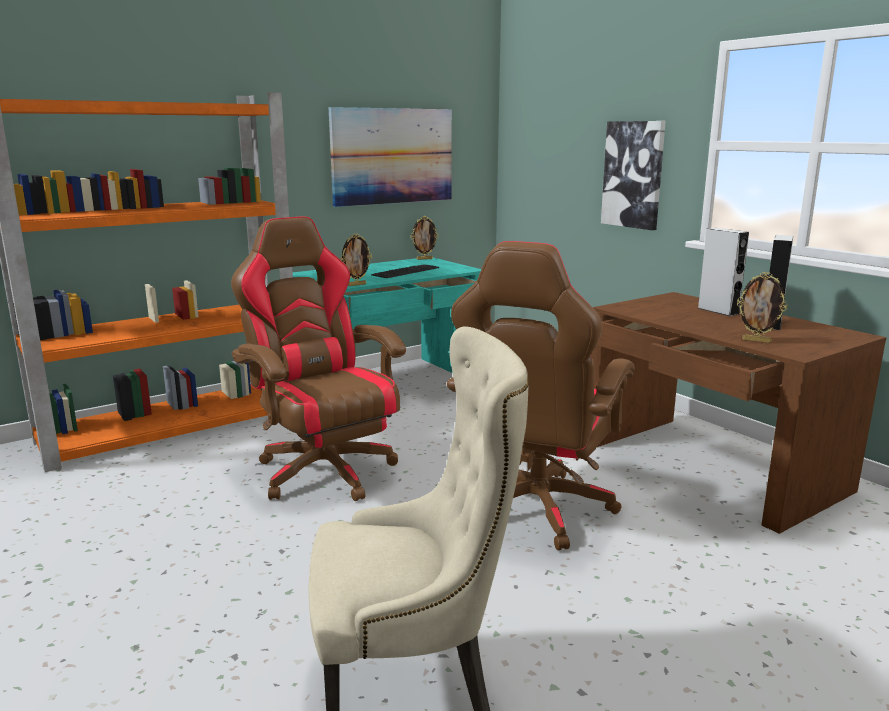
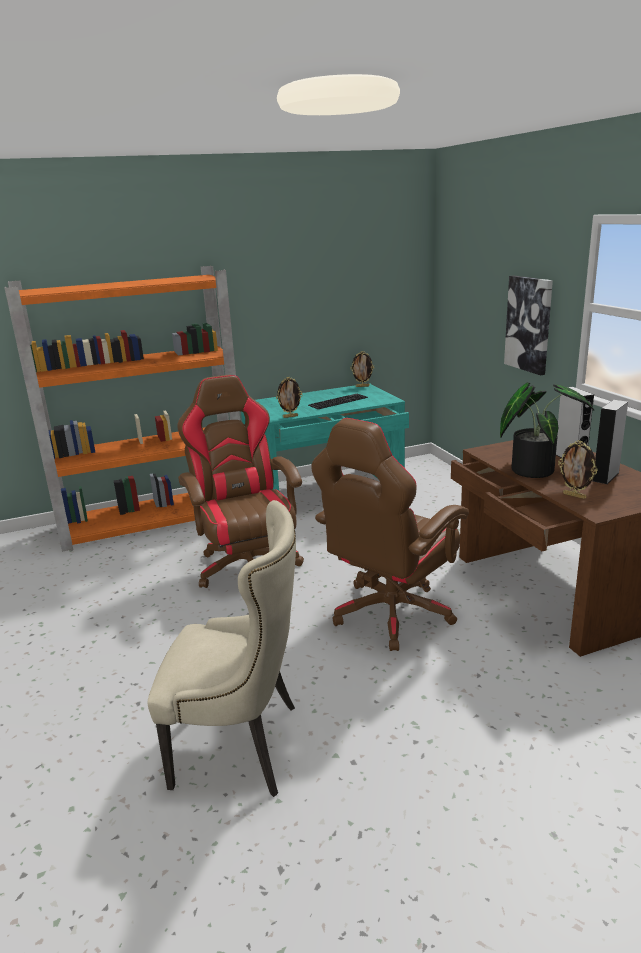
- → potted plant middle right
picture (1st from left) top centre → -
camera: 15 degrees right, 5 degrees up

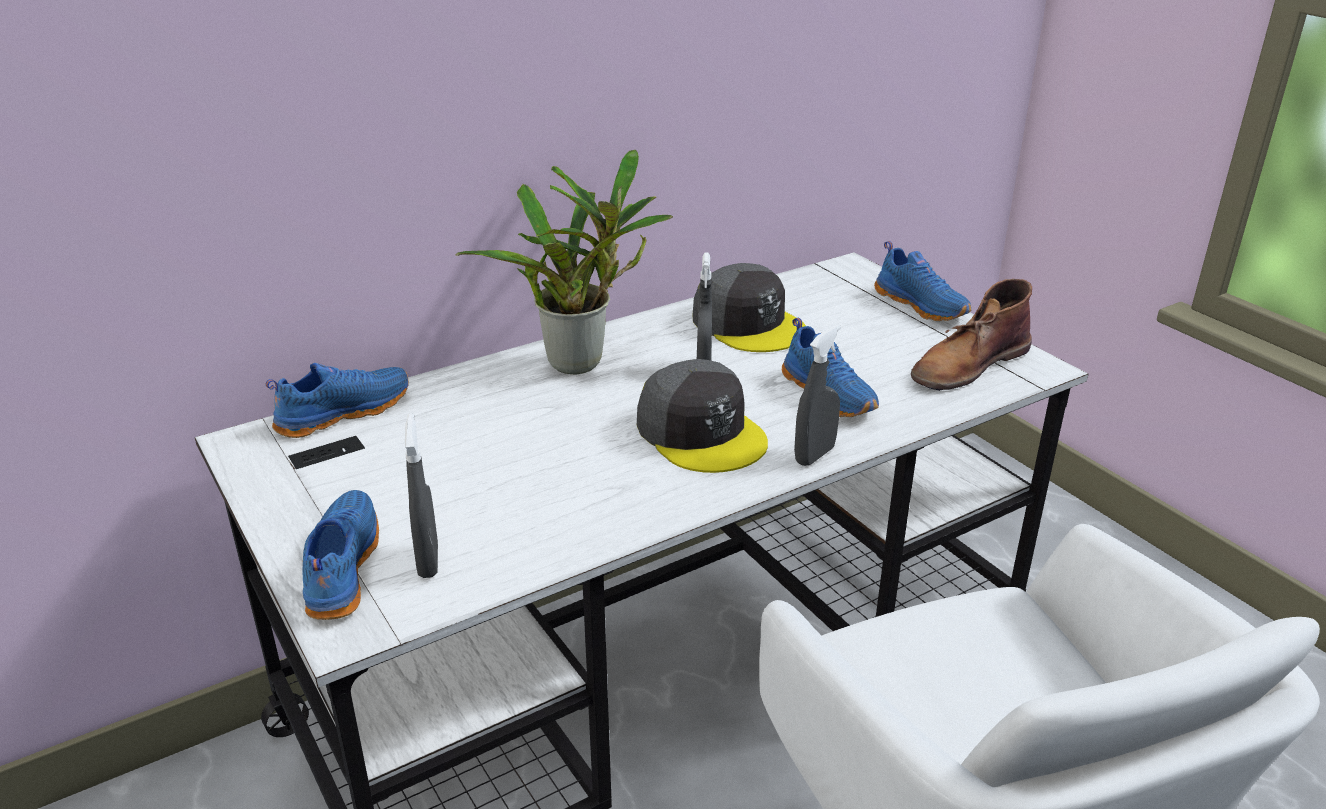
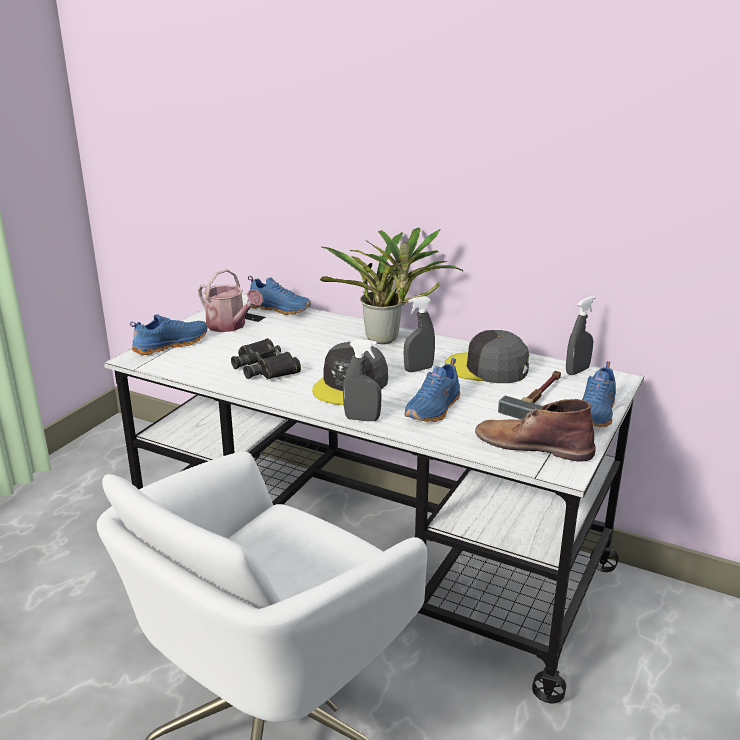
- → watering can middle left
- → black binoculars centre
grey cap (2nd from left) centre, 90 degrees clockwise
- → hammer middle right
grey spray bottle (1st from left in the first image) middle left → grey spray bottle (3rd from left) middle right, moved
camera: 60 degrees right, 5 degrees down

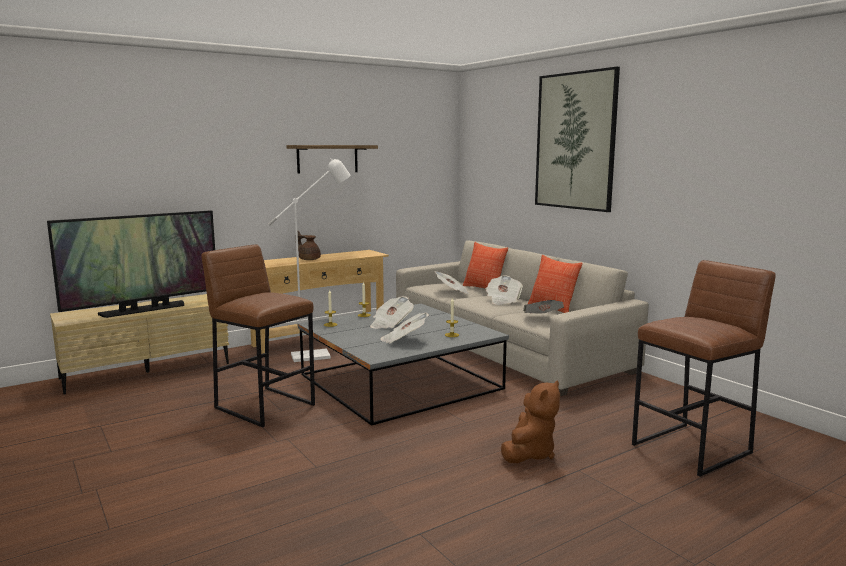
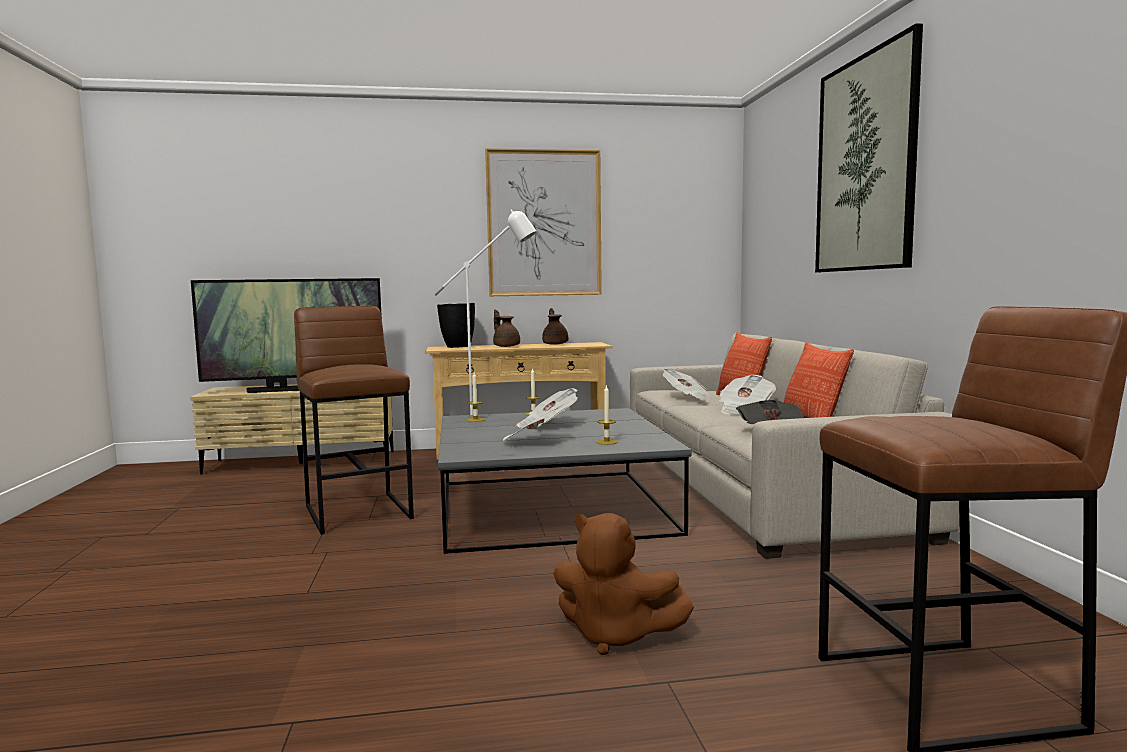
- → black vase centre
shelf top centre → picture (1st from left) top centre
- → brown teapot (2nd from left) centre
brown plush toy bottom centre, 60 degrees clockwise
camera: 25 degrees right, 5 degrees down

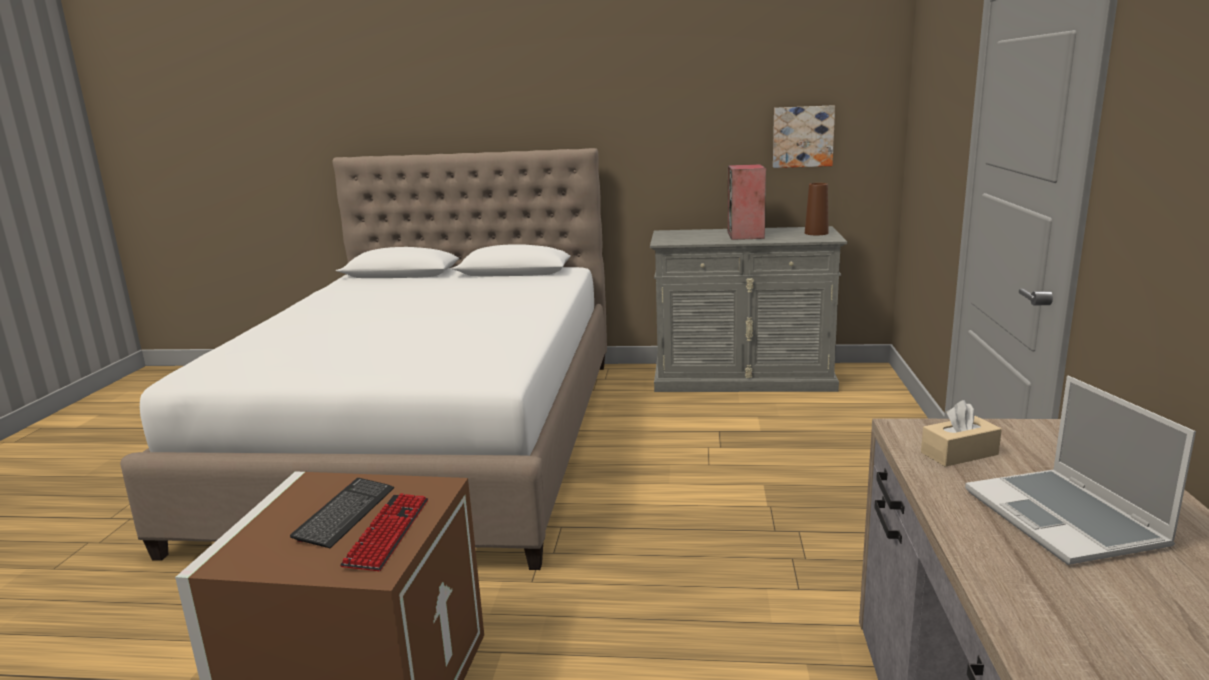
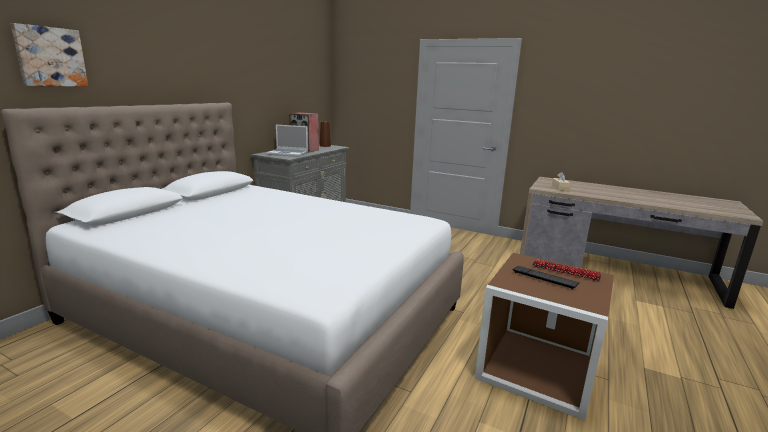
picture top centre → picture top left, moved
laptop bottom right → laptop top centre, moved
camera: 70 degrees left, 0 degrees up

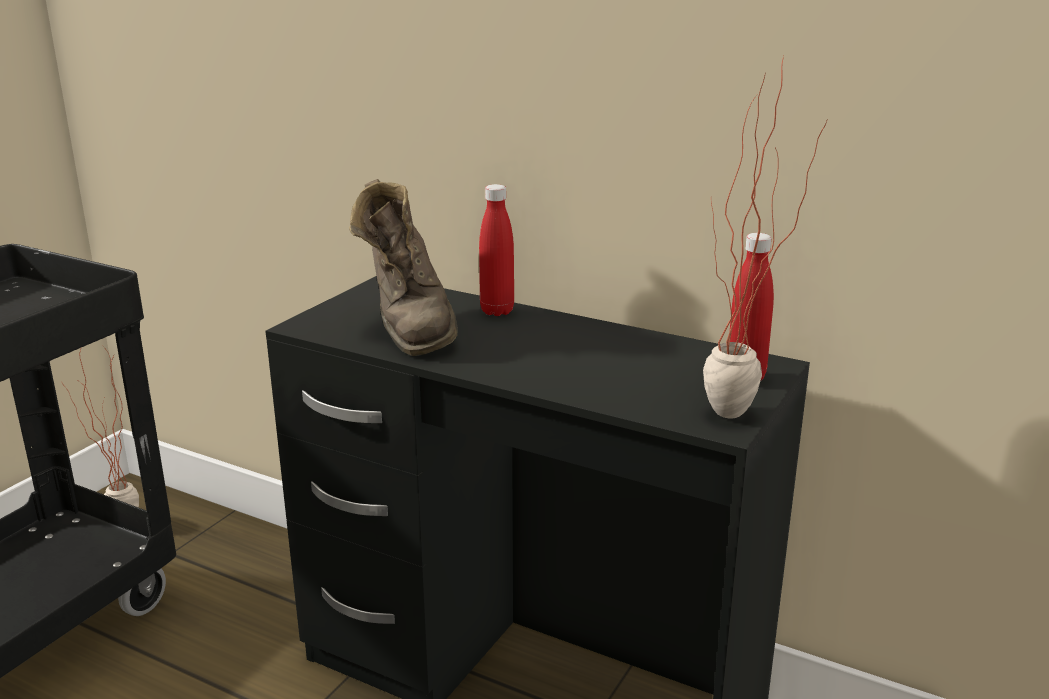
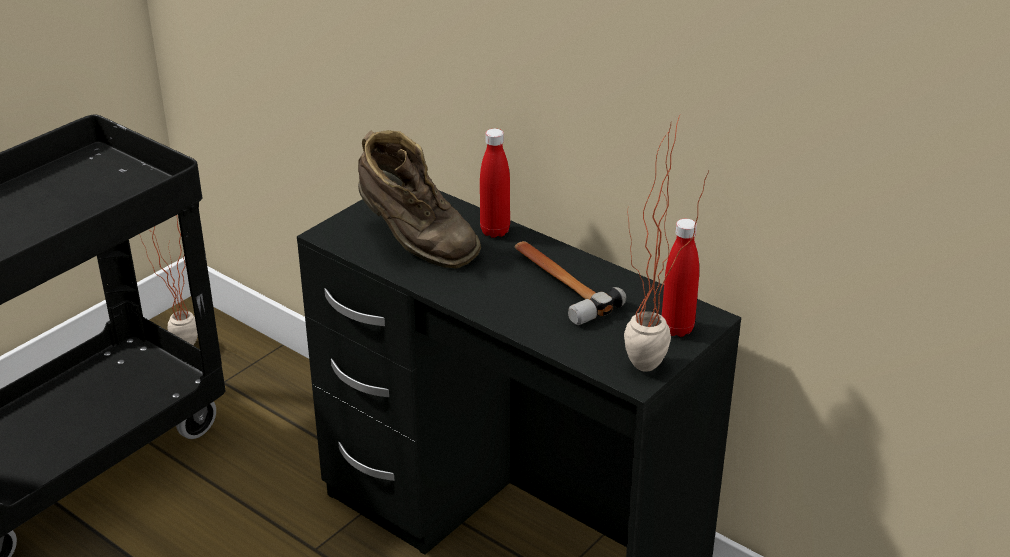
brown boot centre, 45 degrees counterclockwise
- → hammer centre
camera: 10 degrees right, 10 degrees up

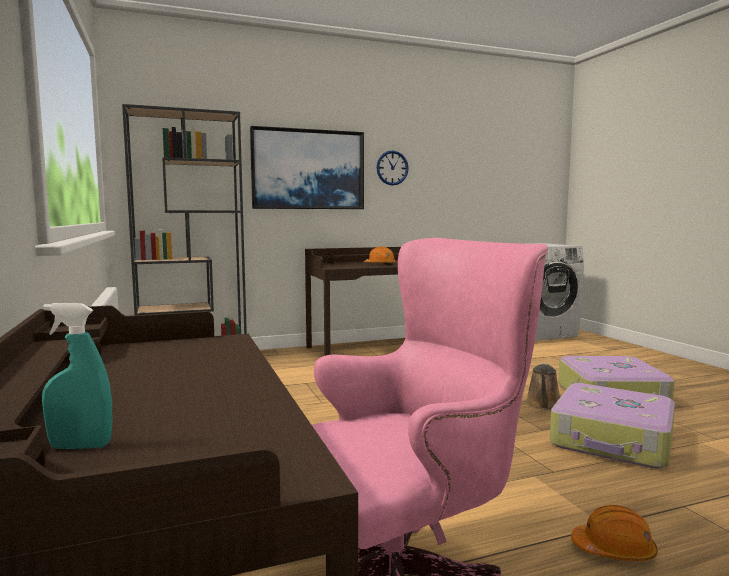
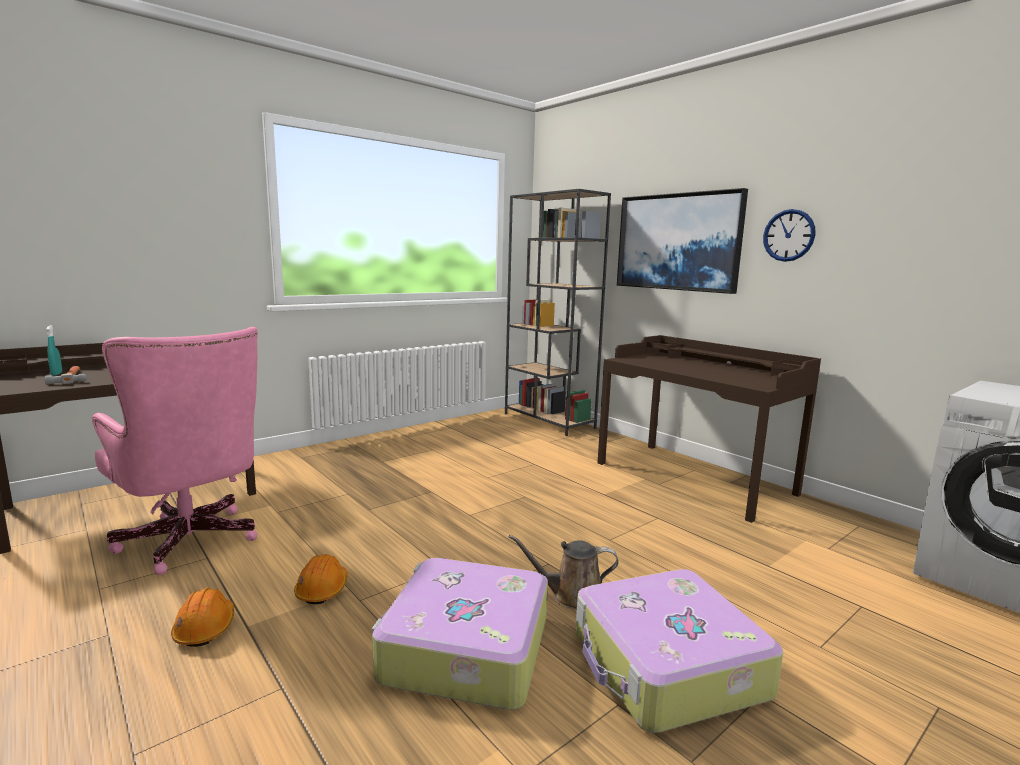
- → hammer middle left
orange hard hat (1st from left in the first image) centre → orange hard hat (2nd from left) bottom left, moved
camera: 70 degrees right, 5 degrees up

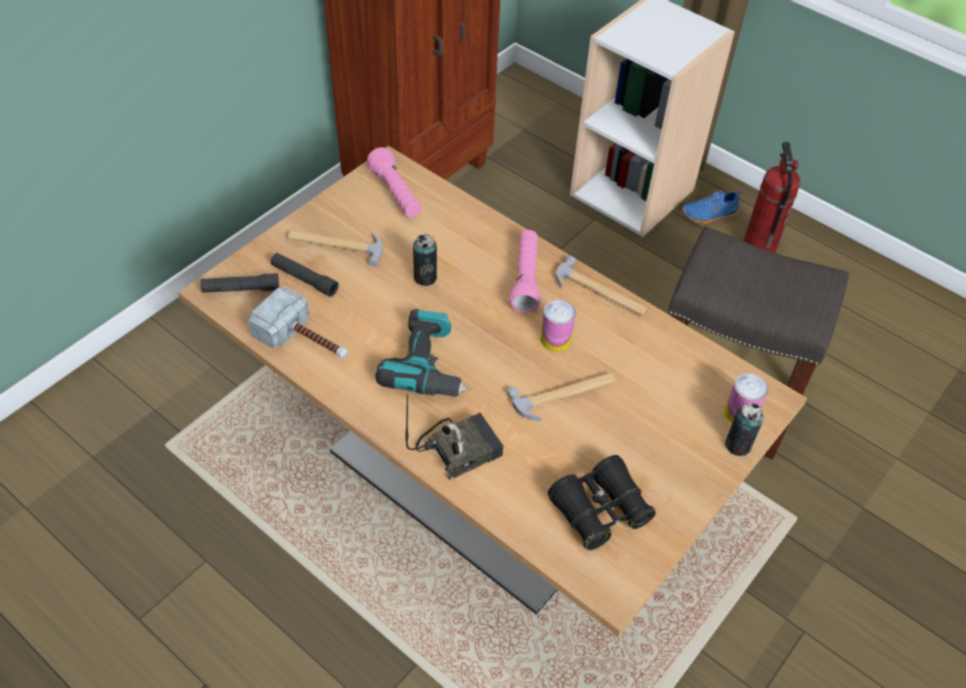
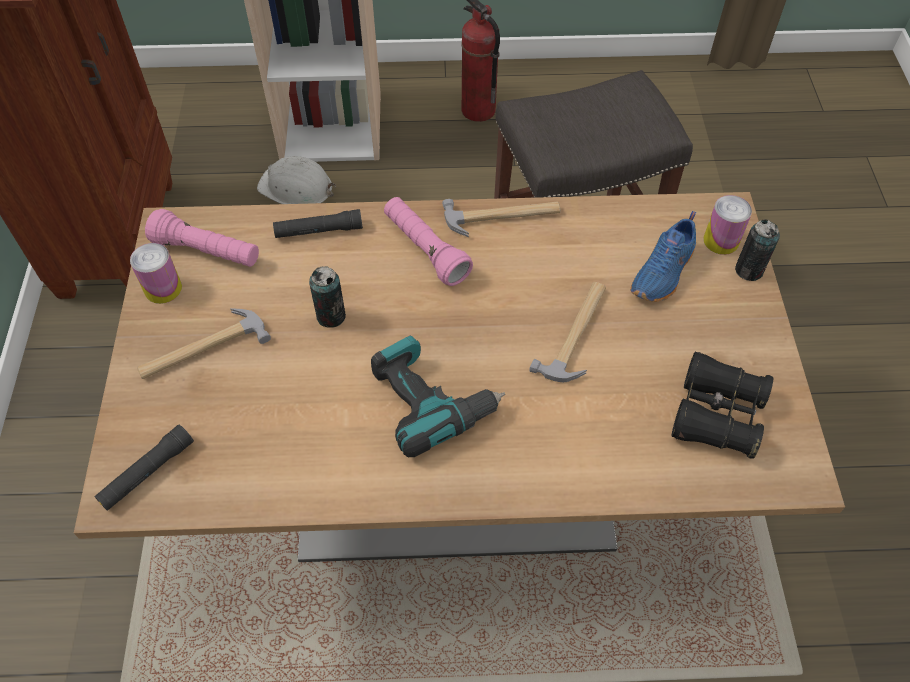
can (2nd from left in the first image) centre → can (1st from left) middle left, moved
- → white hard hat top left
black flashlight (2nd from left) middle left → black flashlight (2nd from left) top centre, moved
blue shoe top right → blue shoe middle right, moved
hammer (1st from left) middle left → -
radio centre → -
camera: 40 degrees left, 5 degrees up

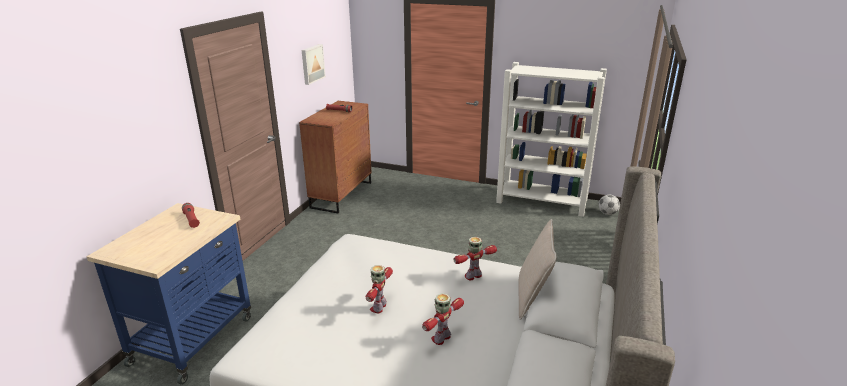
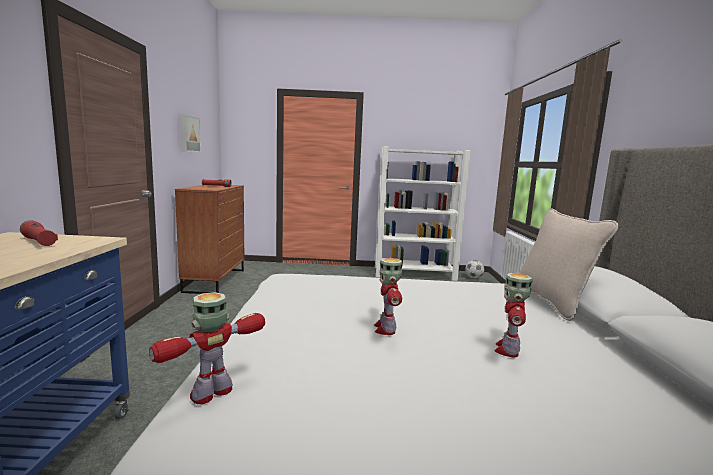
toy robot (3rd from left in the first image) bottom centre → toy robot (1st from left) bottom left, moved
camera: 20 degrees left, 15 degrees down

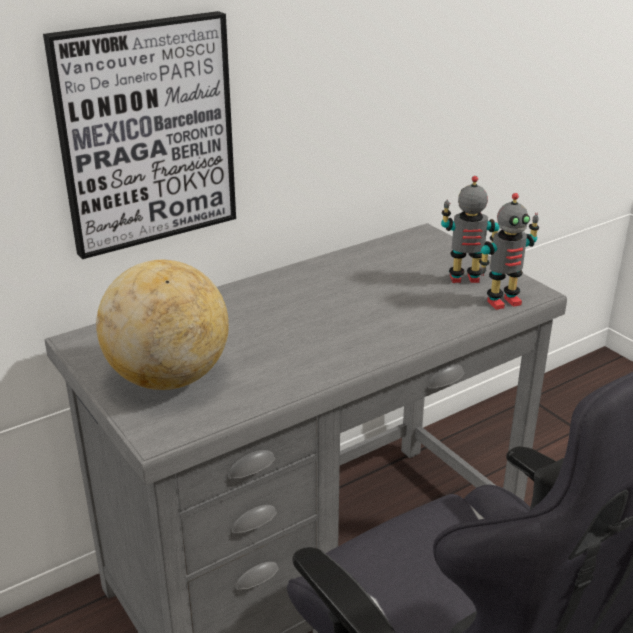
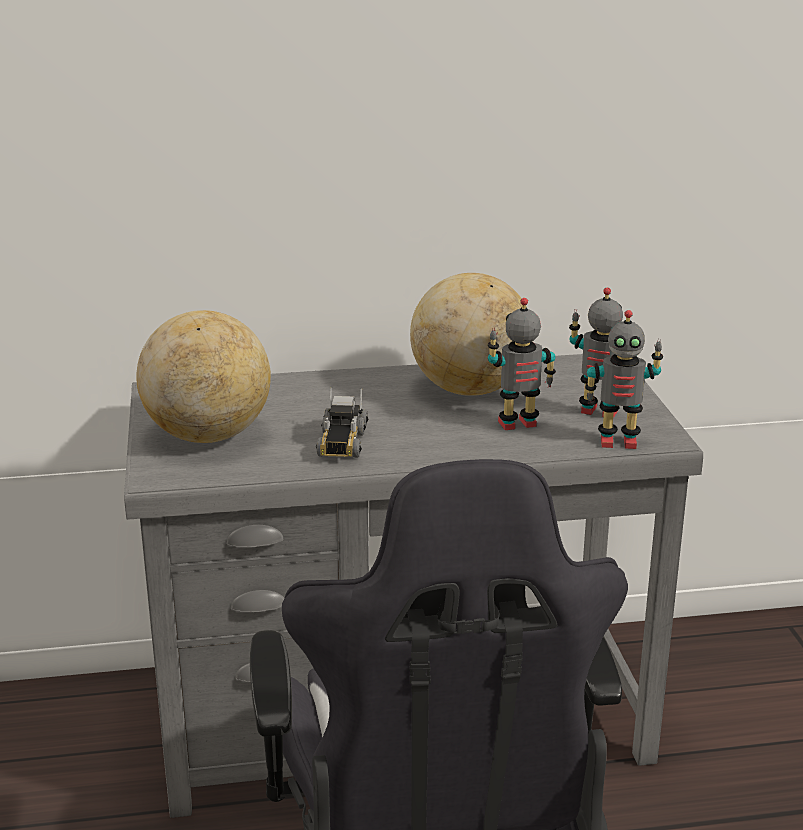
- → toy truck centre
- → globe (2nd from left) centre
- → toy robot (1st from left) centre
picture top left → -
camera: 25 degrees right, 5 degrees down

